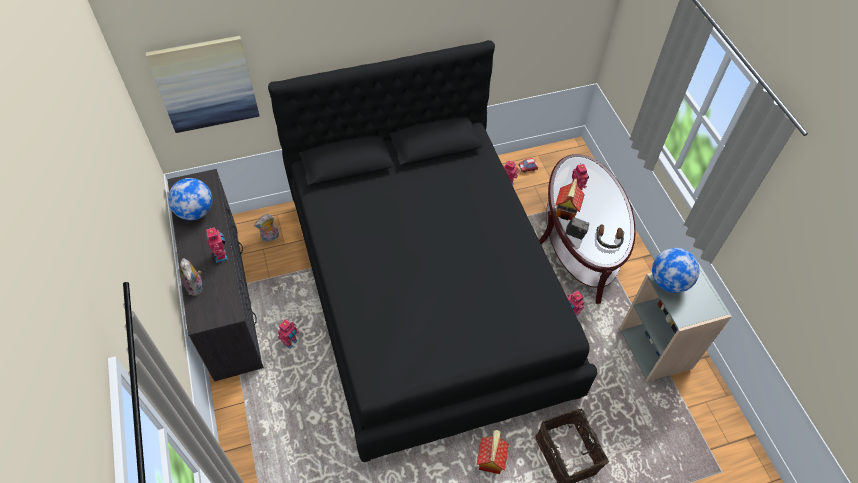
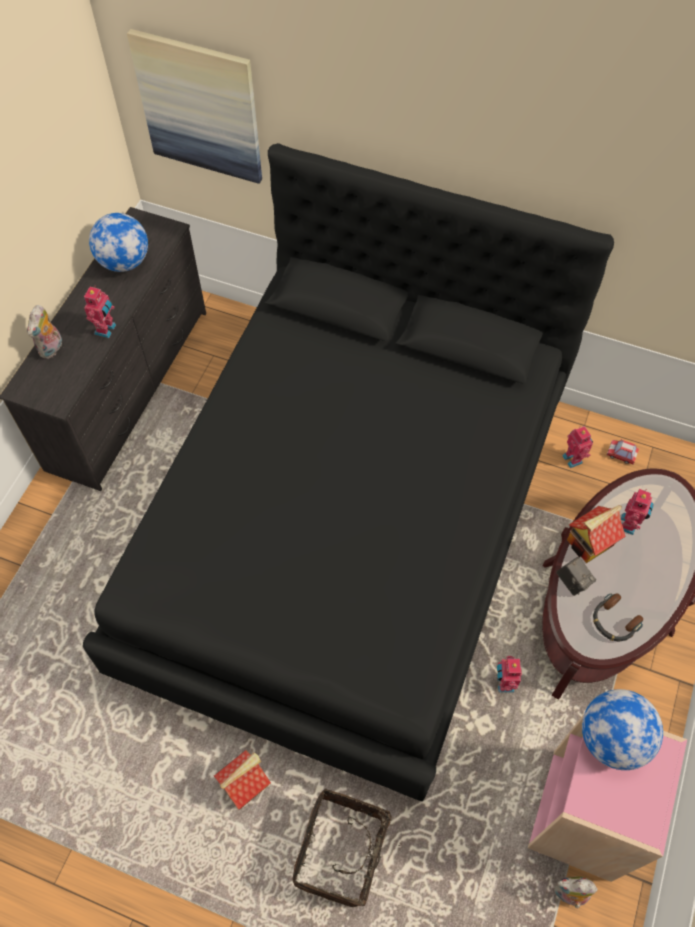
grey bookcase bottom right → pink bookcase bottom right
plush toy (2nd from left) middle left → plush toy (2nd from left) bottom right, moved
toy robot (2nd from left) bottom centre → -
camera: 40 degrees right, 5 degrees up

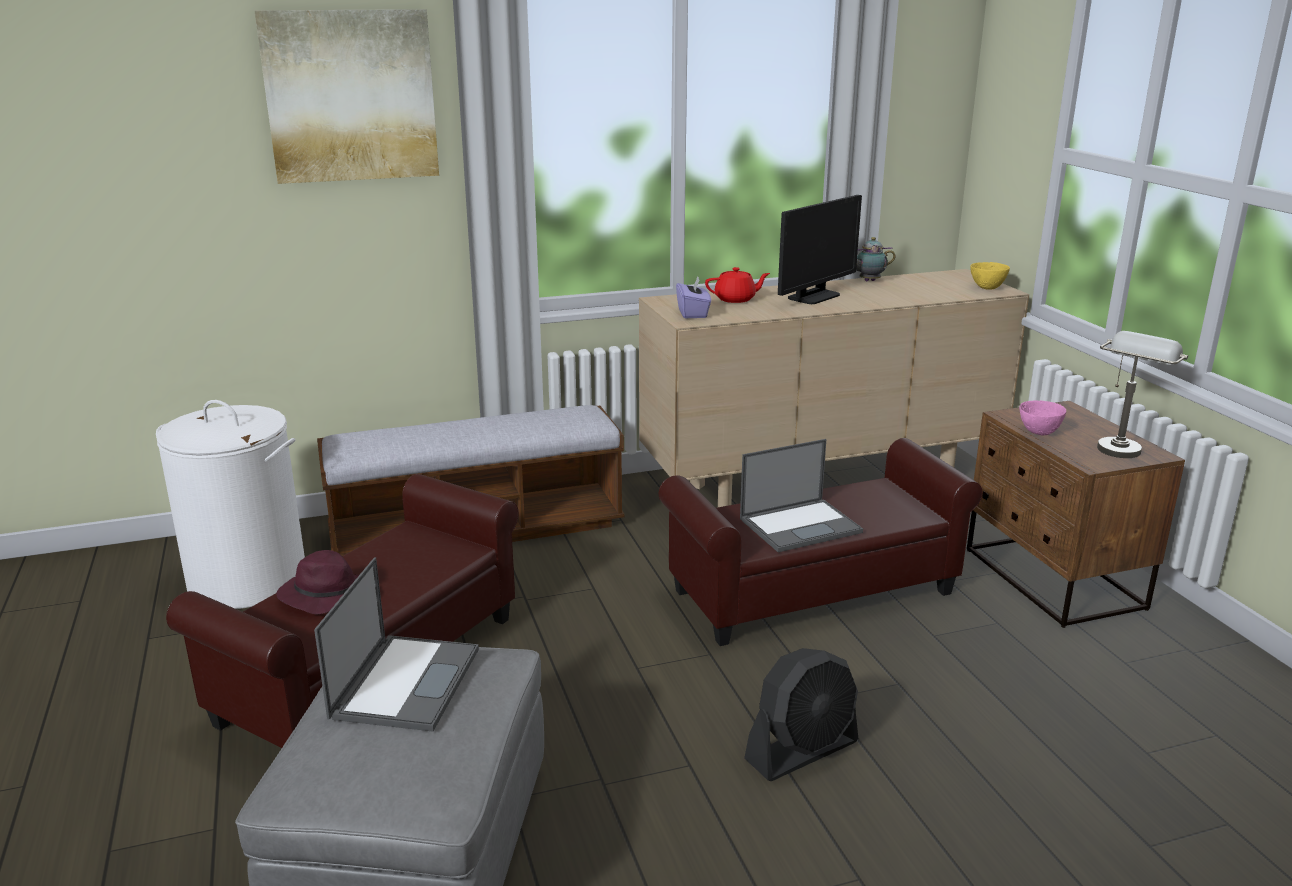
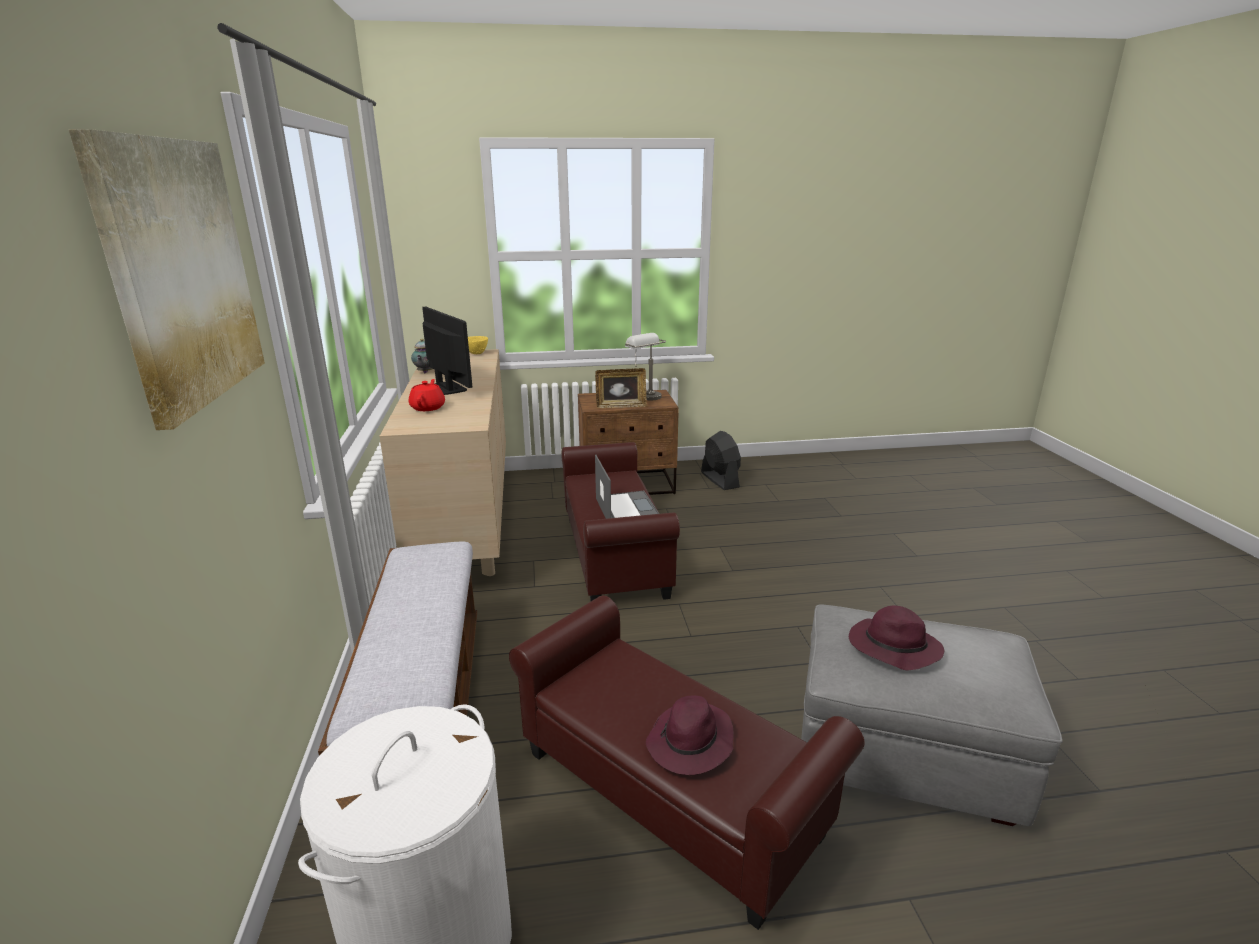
pink bowl middle right → picture frame centre
black fan bottom centre → black fan centre, moved
laptop (1st from left) bottom left → purple hat (2nd from left) bottom right
purple tissue box centre → -
camera: 80 degrees left, 0 degrees up

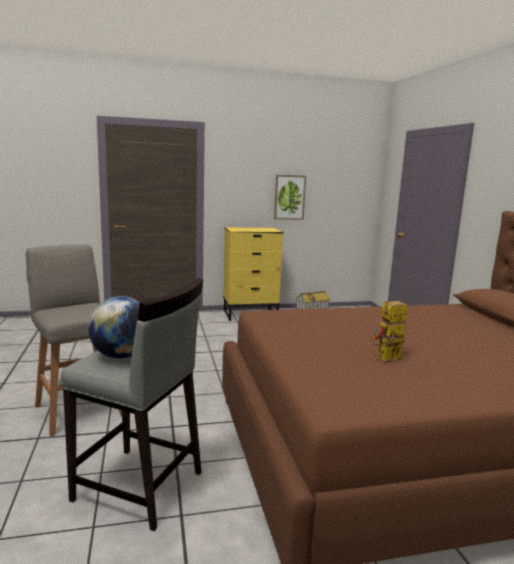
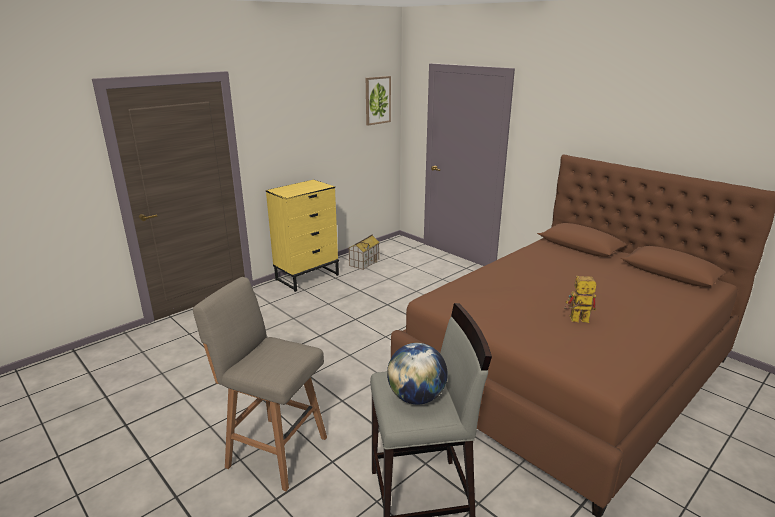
picture centre → picture top centre, moved
toy robot middle right, 60 degrees clockwise
camera: 30 degrees left, 10 degrees up

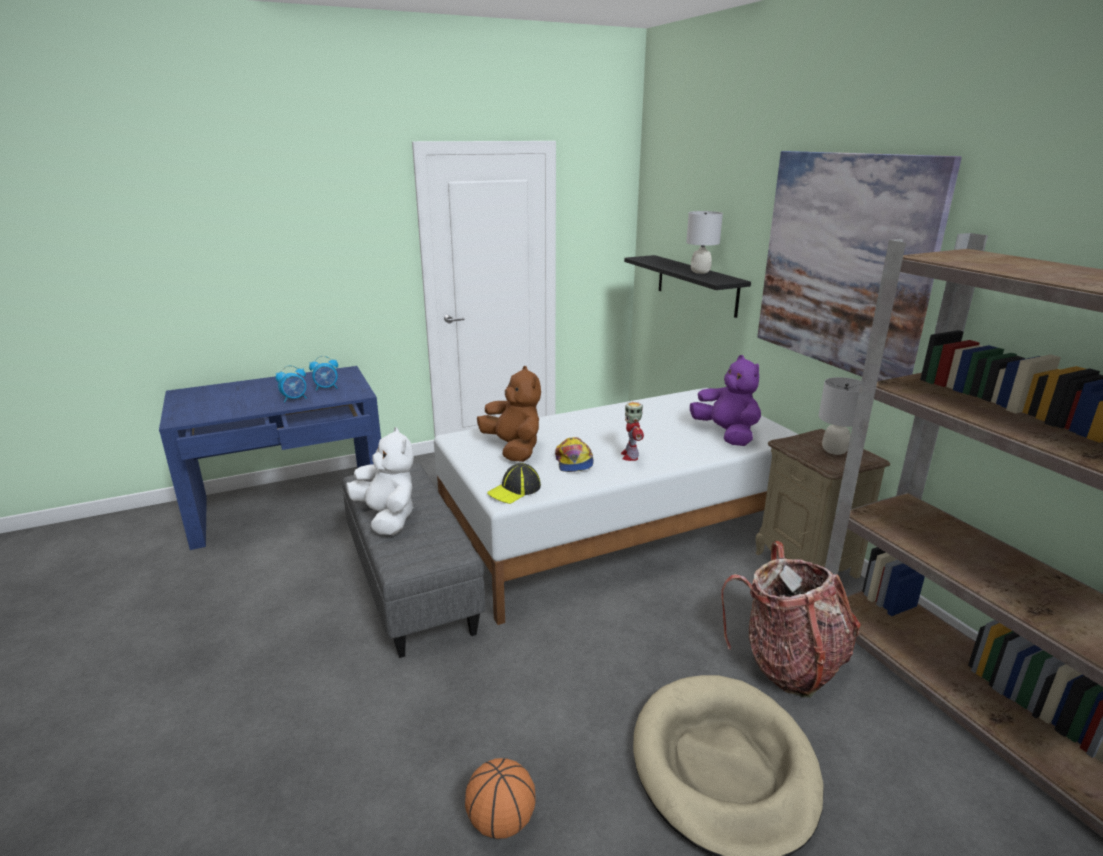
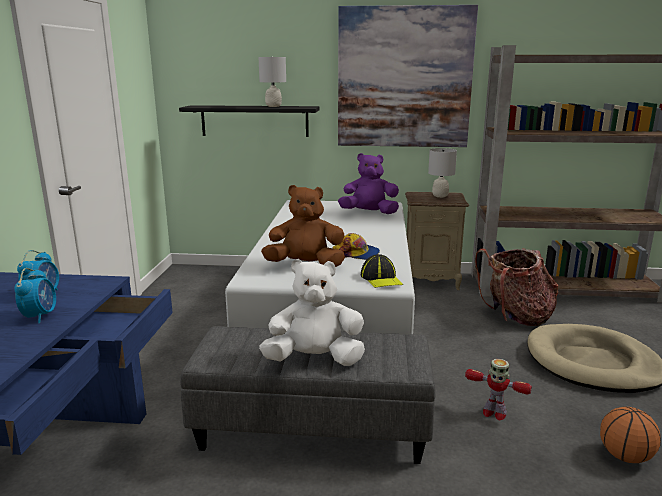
toy robot centre → toy robot bottom right, moved
camera: 60 degrees left, 5 degrees down

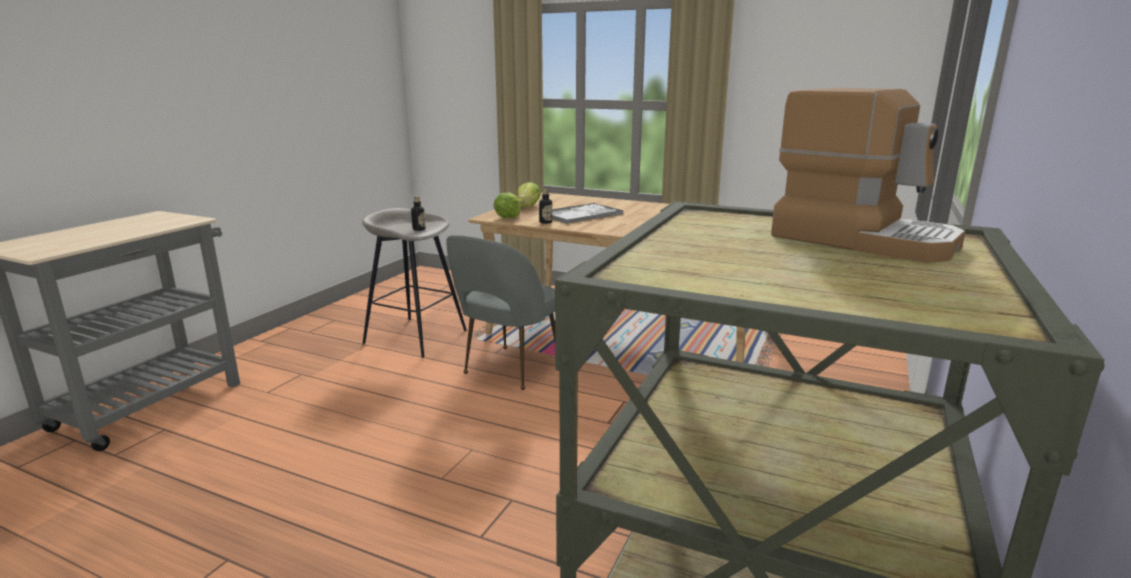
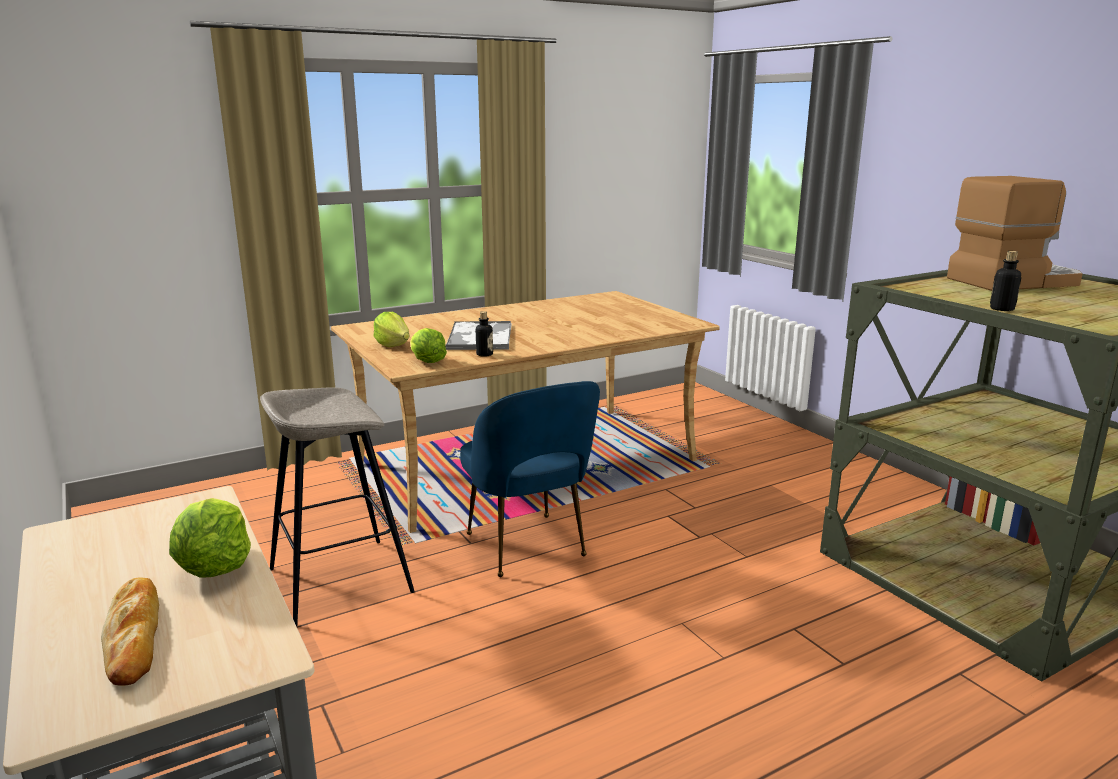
- → bread bottom left
- → lettuce (1st from left) bottom left
grey chair centre → blue chair centre
bottle (1st from left in the first image) centre → bottle (2nd from left) middle right, moved
camera: 55 degrees left, 0 degrees up

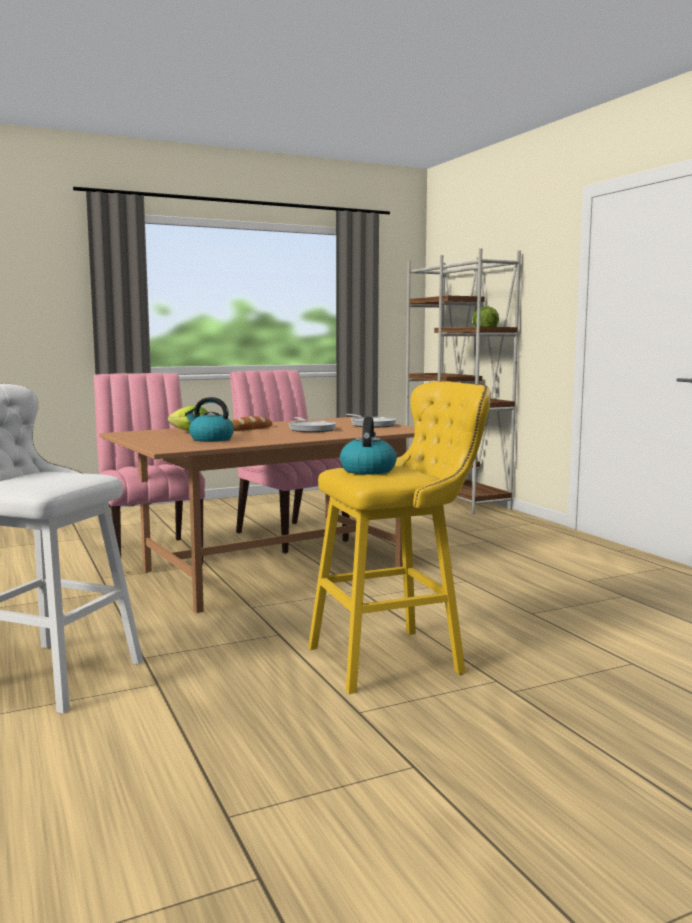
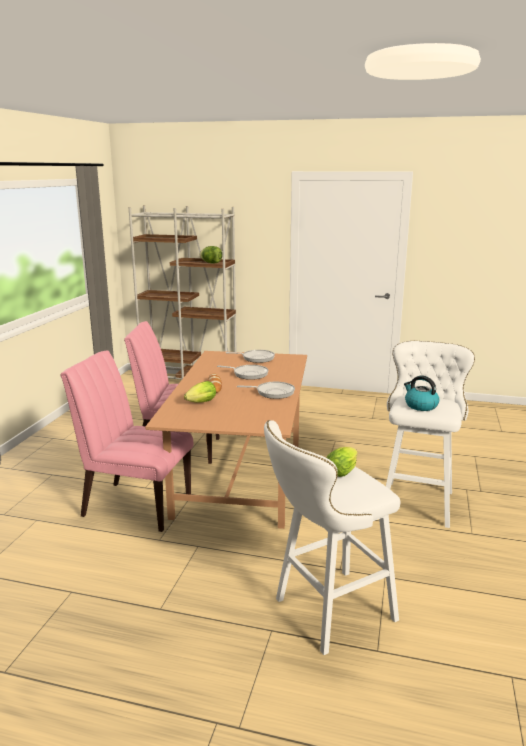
- → frying pan (3rd from left) centre
- → lettuce (3rd from left) centre
yellow stool centre → white stool (2nd from left) middle right
kettle (1st from left) middle left → -
camera: 50 degrees left, 10 degrees up

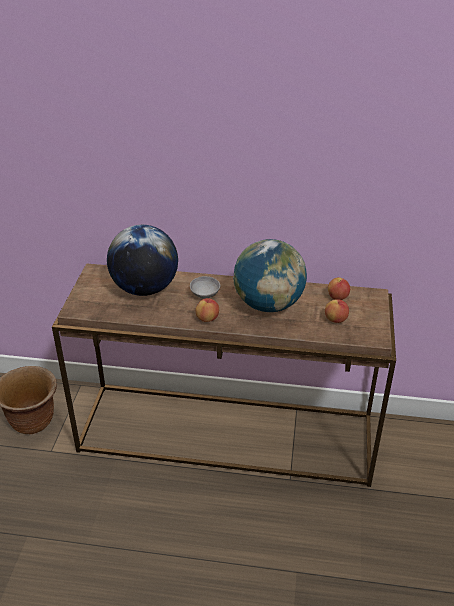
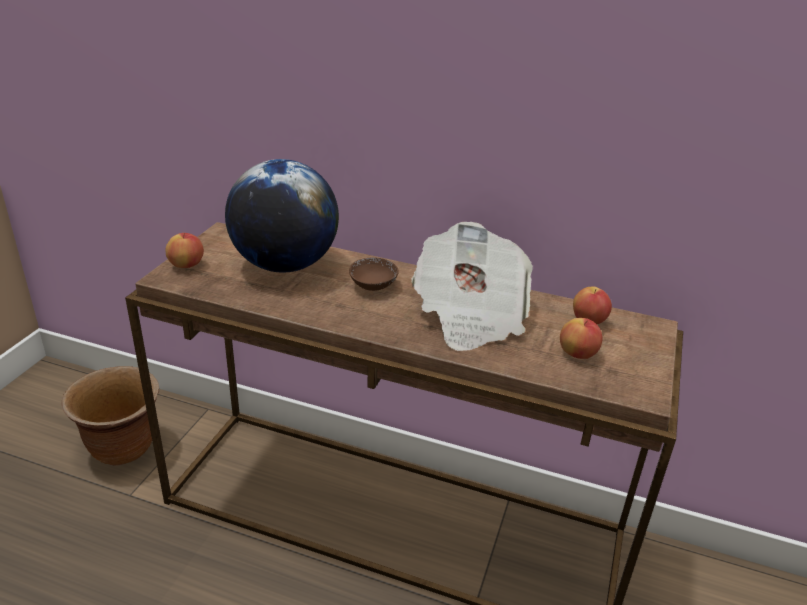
apple (1st from left) centre → apple (1st from left) middle left, moved
grey bowl centre → brown bowl centre
globe (2nd from left) centre → newspaper centre
camera: 10 degrees right, 5 degrees down

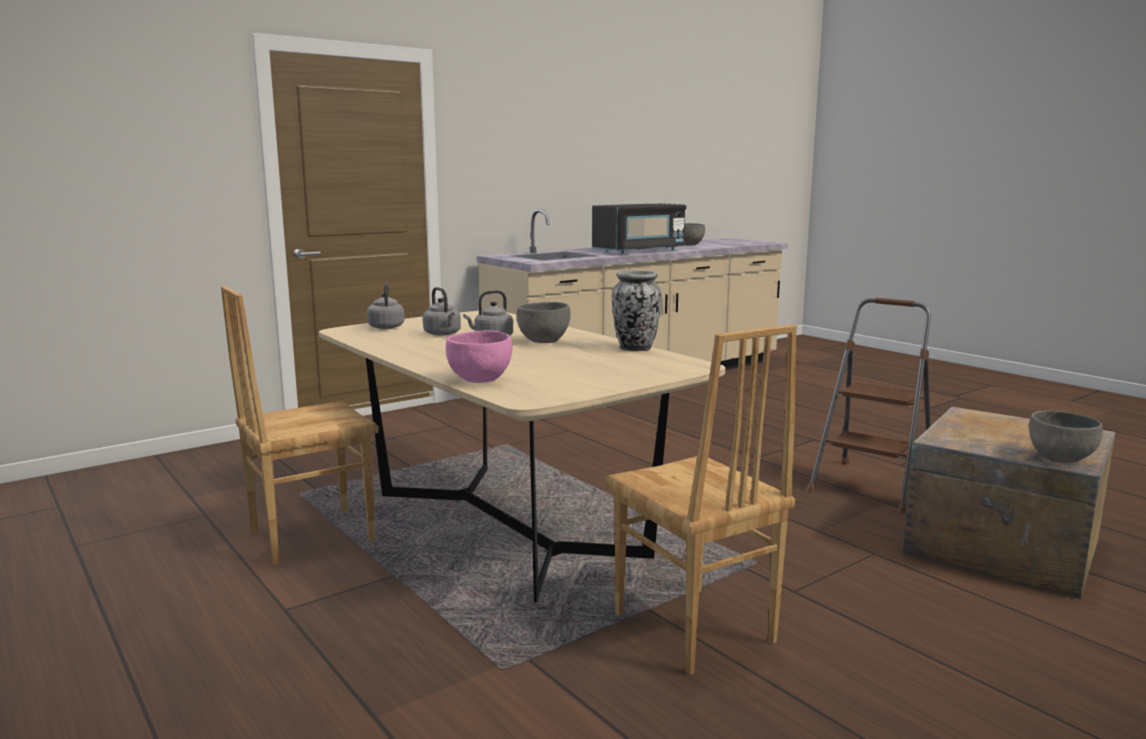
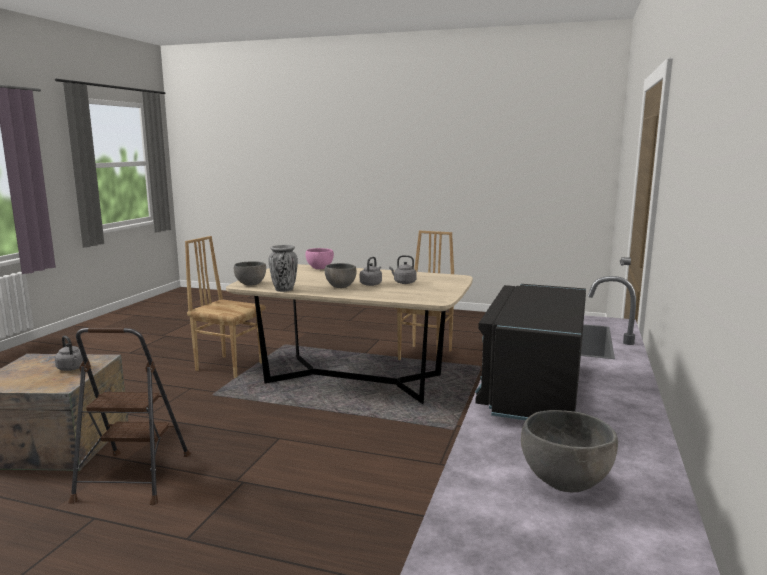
grey kettle (1st from left) centre → grey kettle (1st from left) middle left, moved
grey bowl (3rd from left in the first image) middle right → grey bowl (1st from left) middle left, moved
camera: 145 degrees right, 0 degrees up

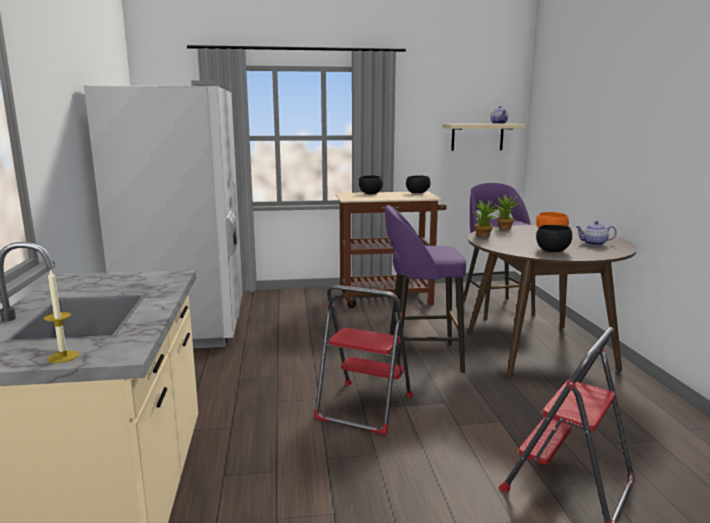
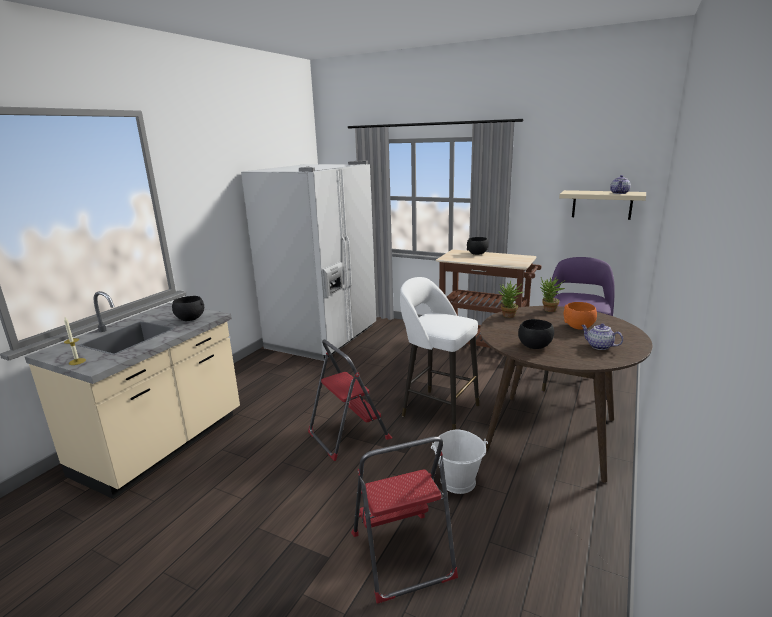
black bowl (2nd from left in the first image) centre → black bowl (1st from left) middle left, moved
purple stool (1st from left) centre → white stool centre
- → white bucket bottom centre
camera: 35 degrees right, 5 degrees up

